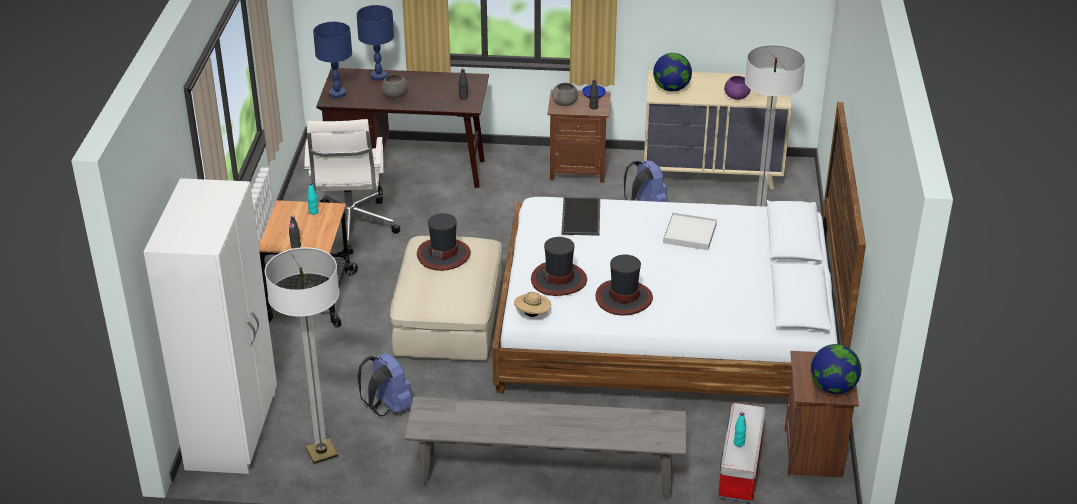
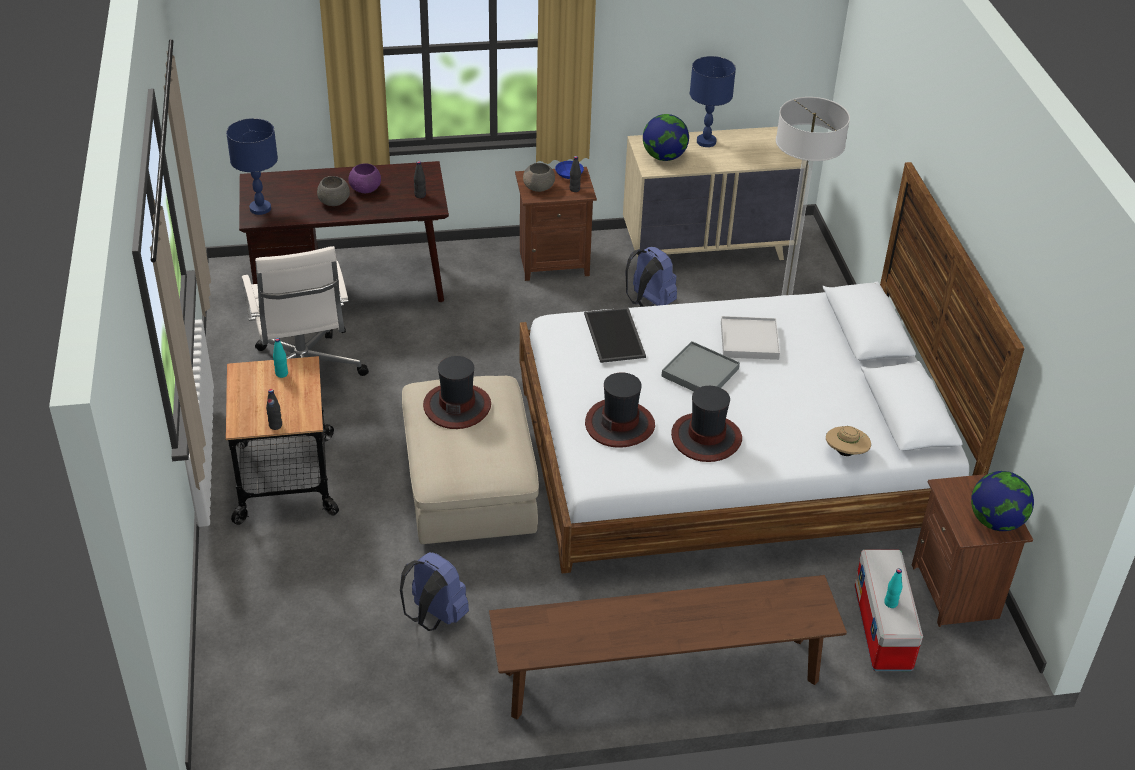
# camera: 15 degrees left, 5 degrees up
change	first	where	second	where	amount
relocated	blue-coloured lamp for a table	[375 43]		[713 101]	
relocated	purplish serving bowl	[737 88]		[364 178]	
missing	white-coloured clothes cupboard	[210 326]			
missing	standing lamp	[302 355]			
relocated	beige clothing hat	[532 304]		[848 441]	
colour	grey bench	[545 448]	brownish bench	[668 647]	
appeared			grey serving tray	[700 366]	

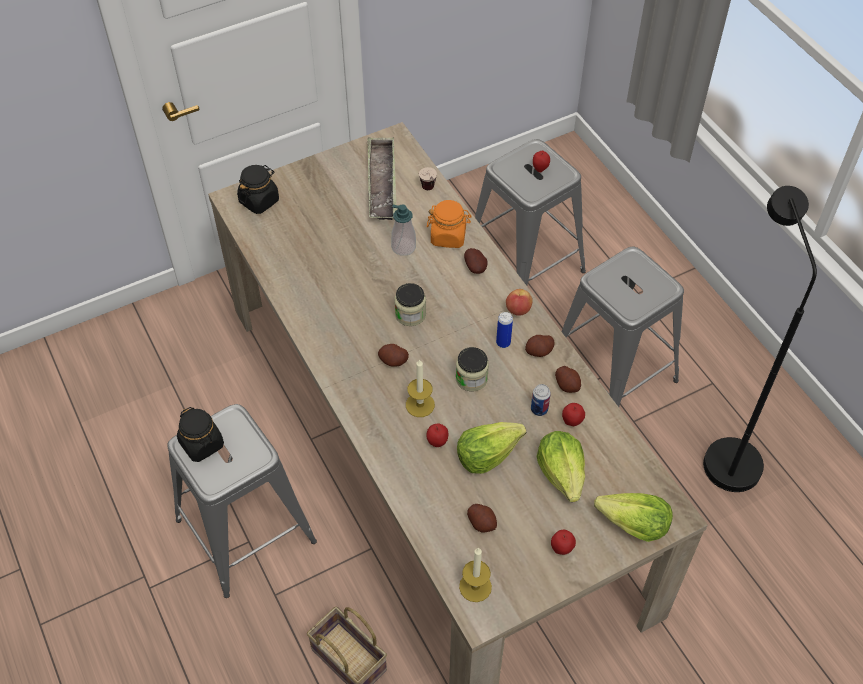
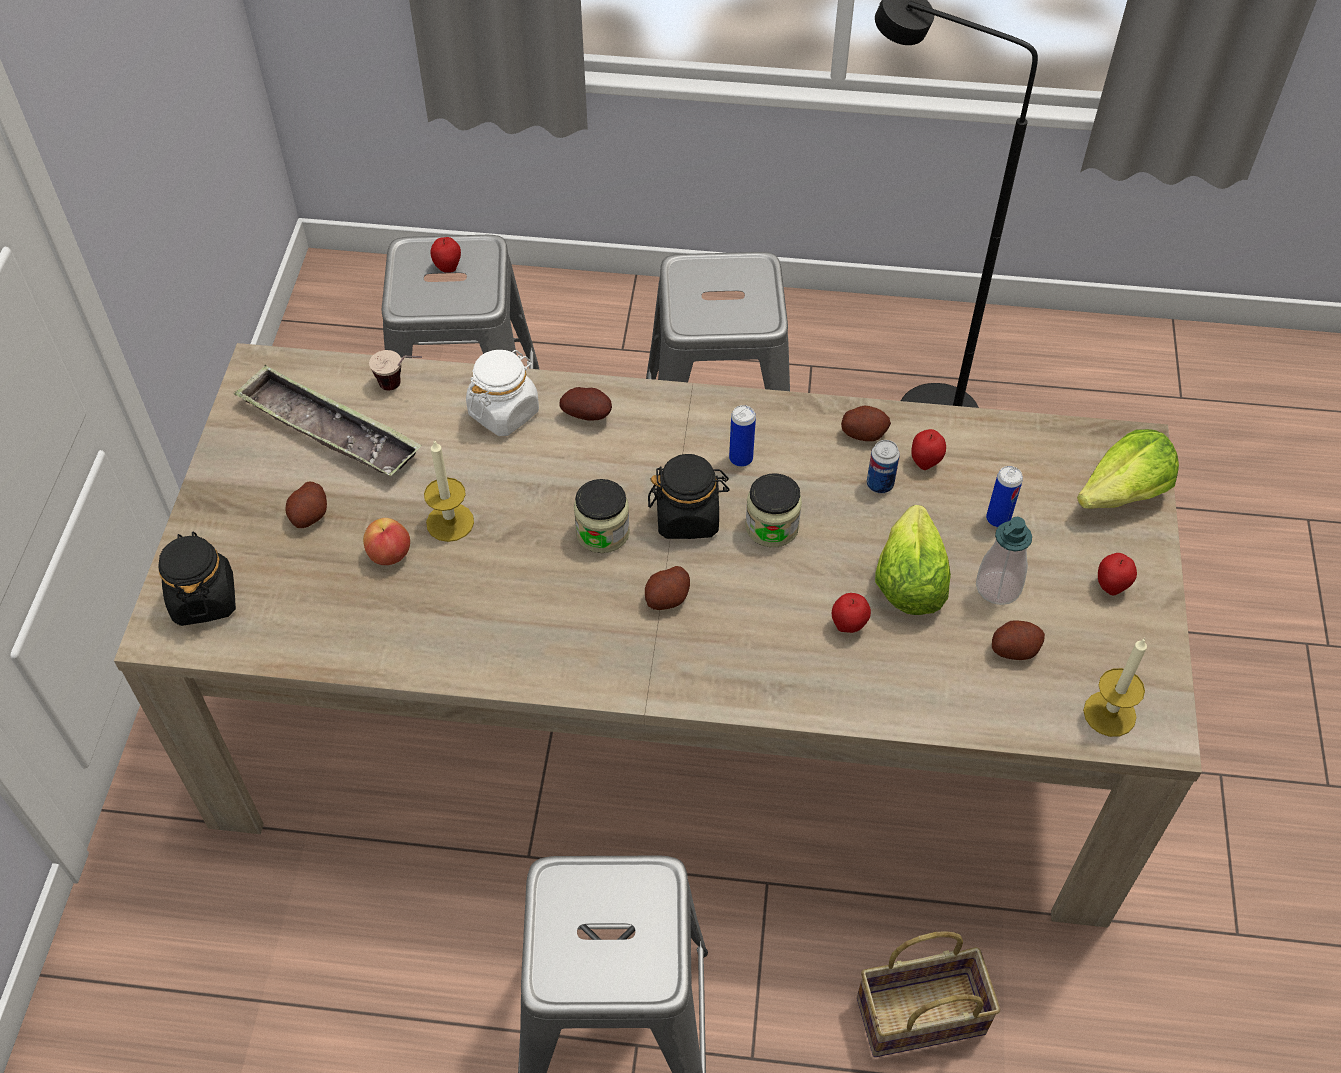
# camera: 55 degrees left, 0 degrees up
change	first	where	second	where	amount
colour	orangey preserve jar	[449 224]	white-coloured preserve jar	[502 393]	
relocated	liquid soap bottle	[403 230]		[1004 561]	
relocated	apple	[519 302]		[386 541]	
relocated	potato	[539 346]		[306 505]	
relocated	wax light	[420 388]		[449 490]	
relocated	black-coloured preserve jar	[200 434]		[689 496]	
exchanged	lettuce	[561 466]	can	[1004 496]	

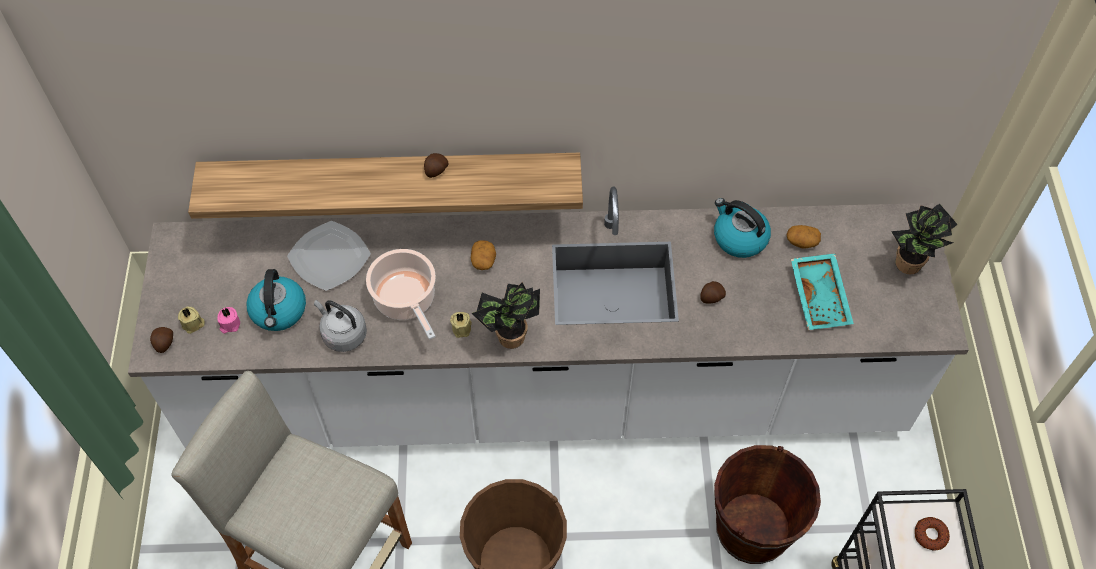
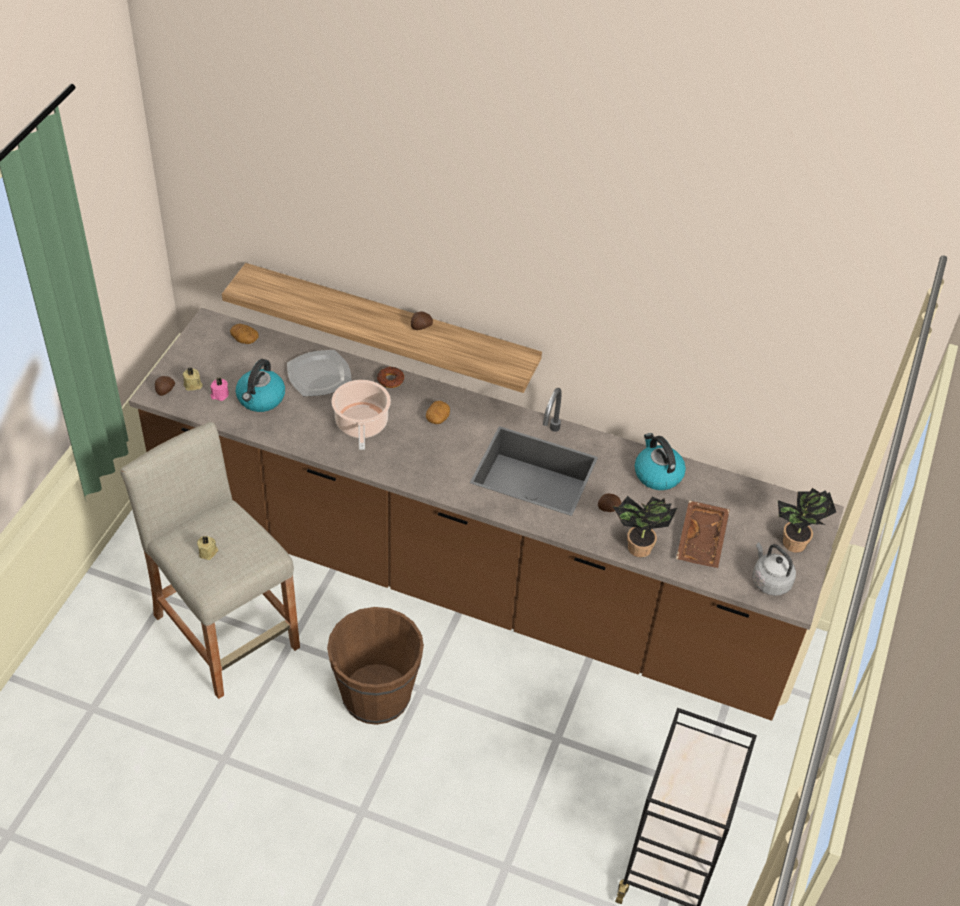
# camera: 20 degrees right, 10 degrees down
change	first	where	second	where	amount
colour	white-coloured kitchen base unit	[548 317]	brownish kitchen base unit	[486 514]	
relocated	potato	[804 237]		[244 334]	
colour	blue-green serving tray	[822 291]	brownish serving tray	[703 534]	
relocated	potted plant	[505 315]		[645 526]	
relocated	grey kettle	[340 326]		[774 569]	
relocated	beige wax light	[461 325]		[207 548]	
missing	brownish water bucket	[767 504]			
relocated	donut	[932 534]		[390 377]	

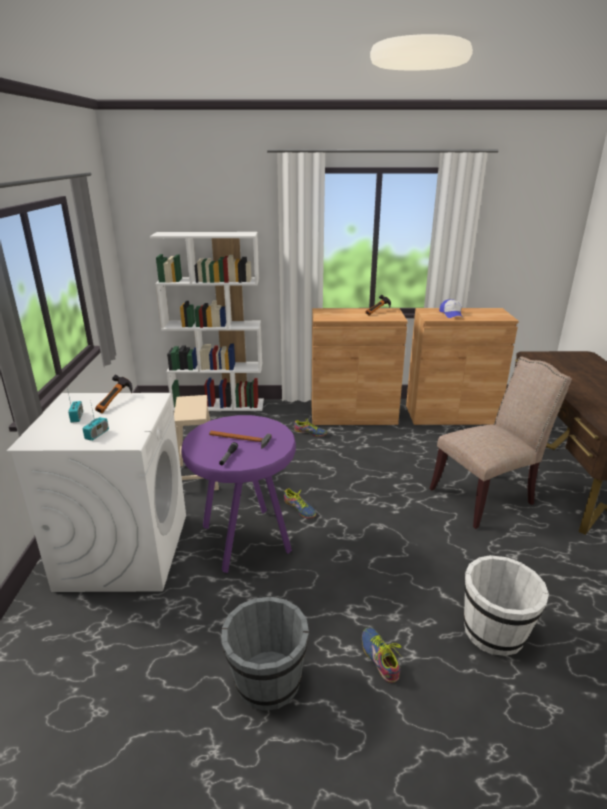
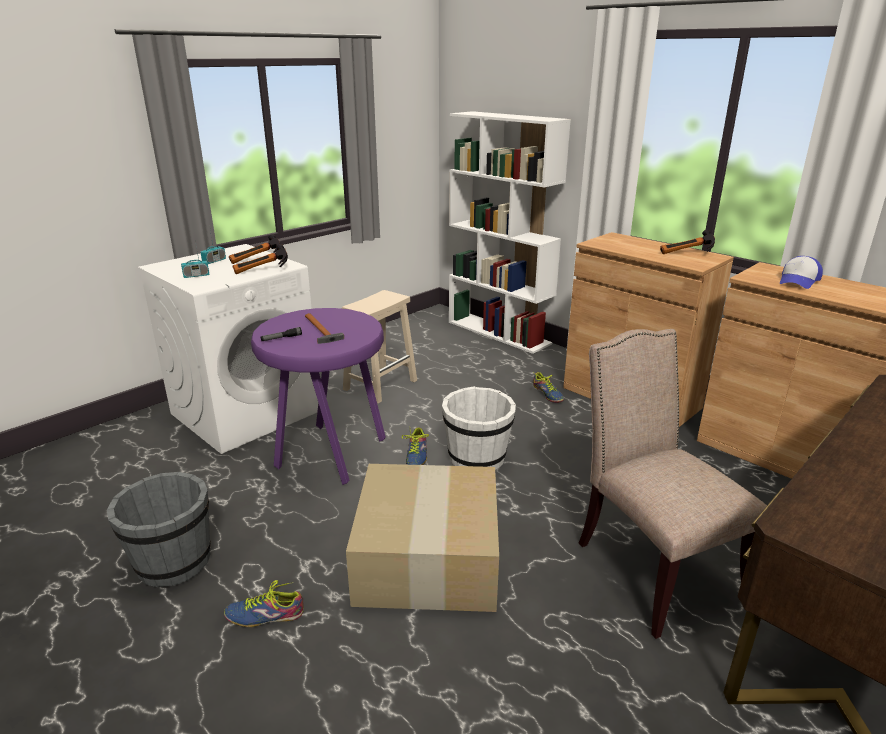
# camera: 45 degrees right, 0 degrees up
change	first	where	second	where	amount
spun	beige plain chair	[501 442]		[673 484]	135 degrees counterclockwise
relocated	white-coloured water bucket	[506 605]		[479 428]	
spun	low shoe	[382 655]		[264 603]	120 degrees counterclockwise
appeared			tool hammer	[260 259]	
appeared			packing box	[422 538]	

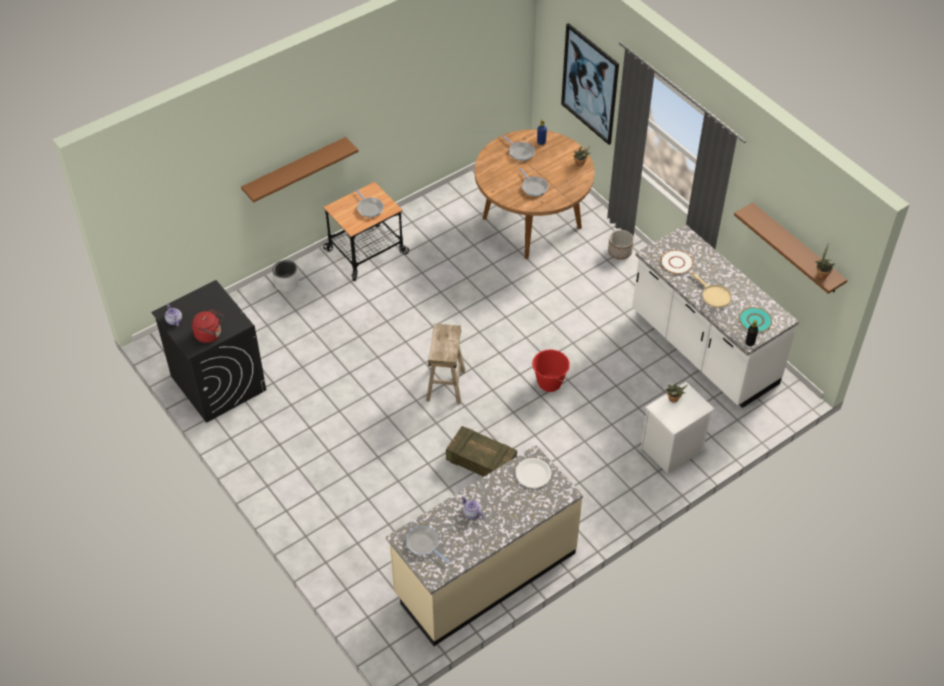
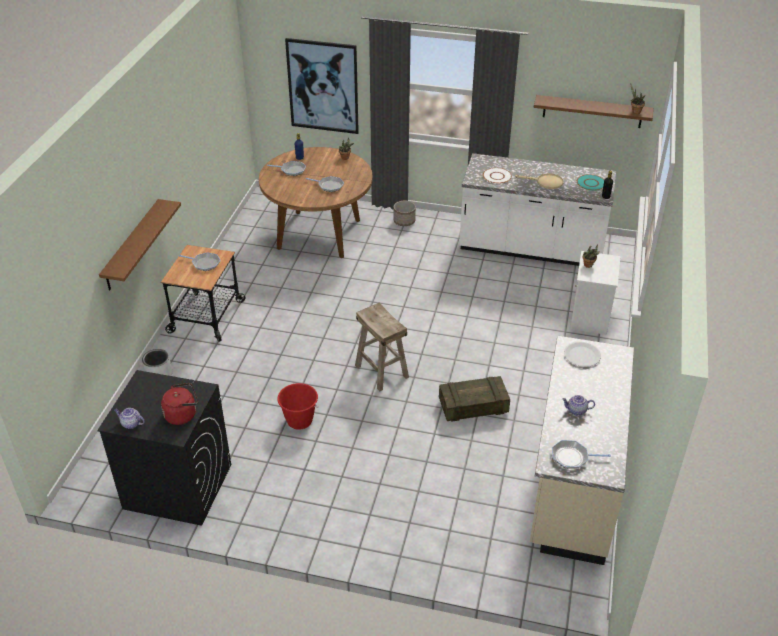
# camera: 40 degrees left, 10 degrees down
change	first	where	second	where	amount
relocated	red-coloured water bucket	[551 370]		[297 406]	

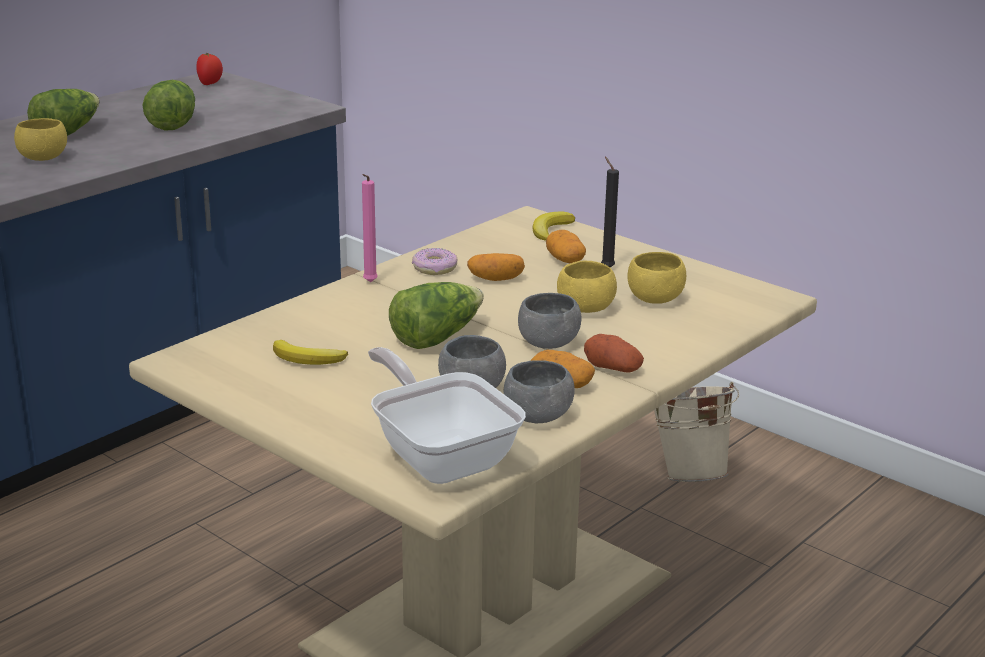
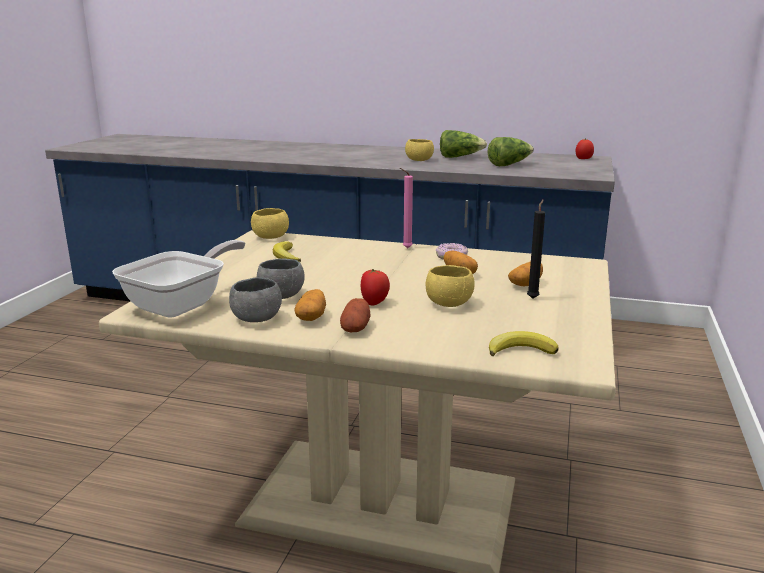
# camera: 65 degrees right, 5 degrees down
change	first	where	second	where	amount
relocated	whole banana	[553 226]		[523 343]	
relocated	yellow serving bowl	[656 278]		[270 223]	
missing	lettuce	[436 315]			
exchanged	grey serving bowl	[549 321]	fresh tomato	[375 287]	
missing	beige water bucket	[696 432]			

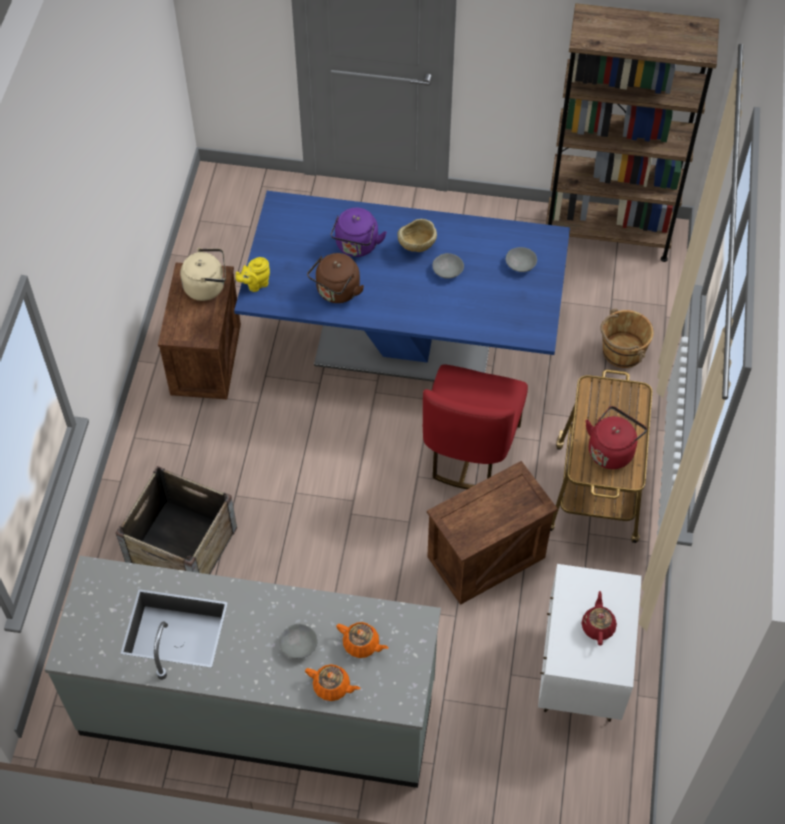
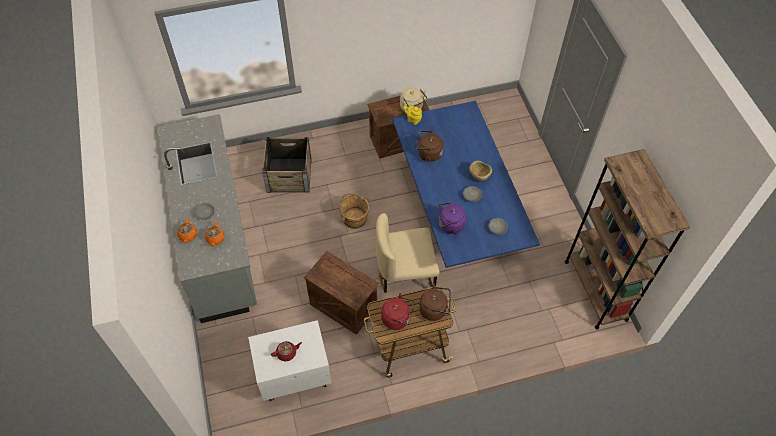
# camera: 65 degrees right, 0 degrees up
change	first	where	second	where	amount
relocated	purplish kettle	[358 232]		[451 218]	
relocated	brownish water bucket	[627 338]		[354 211]	
colour	red-coloured plain chair	[475 426]	beige plain chair	[407 253]	
appeared			brownish kettle	[435 302]	

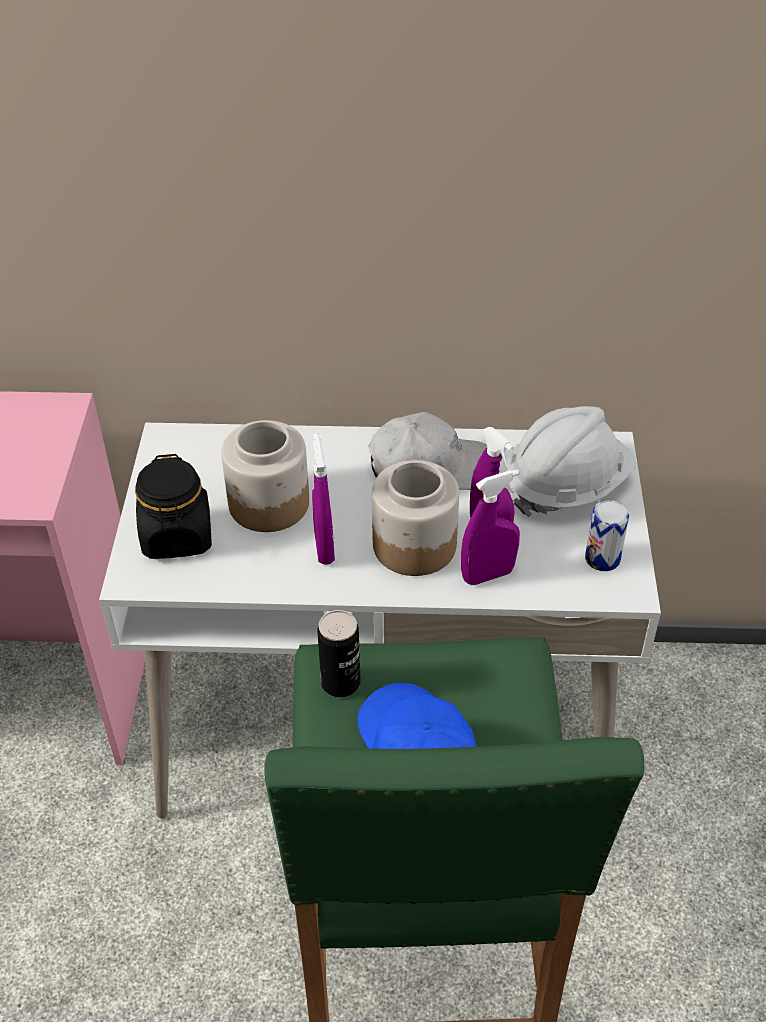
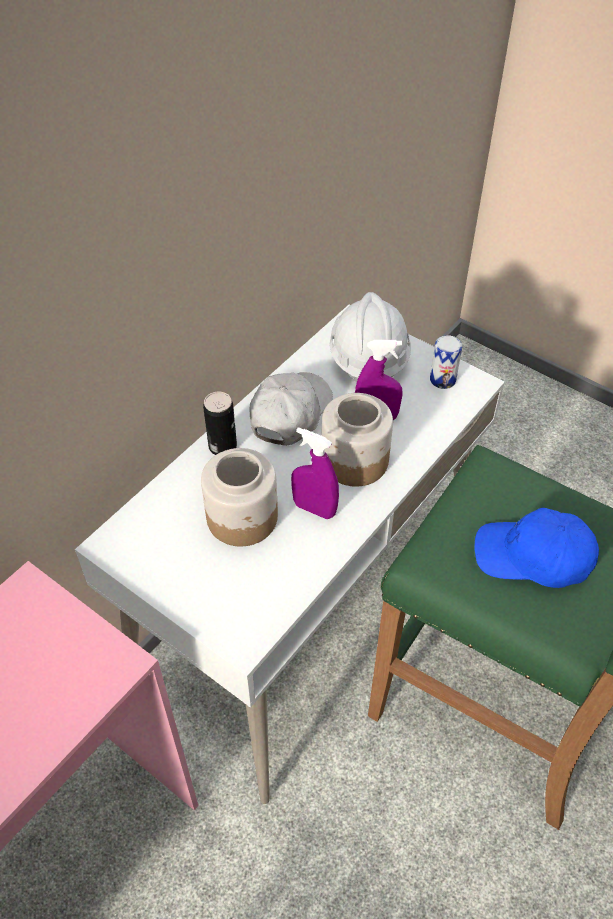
# camera: 55 degrees left, 5 degrees up
change	first	where	second	where	amount
missing	black-coloured preserve jar	[173 506]			
missing	purplish sprayer	[490 527]			
relocated	can	[339 653]		[220 423]	

